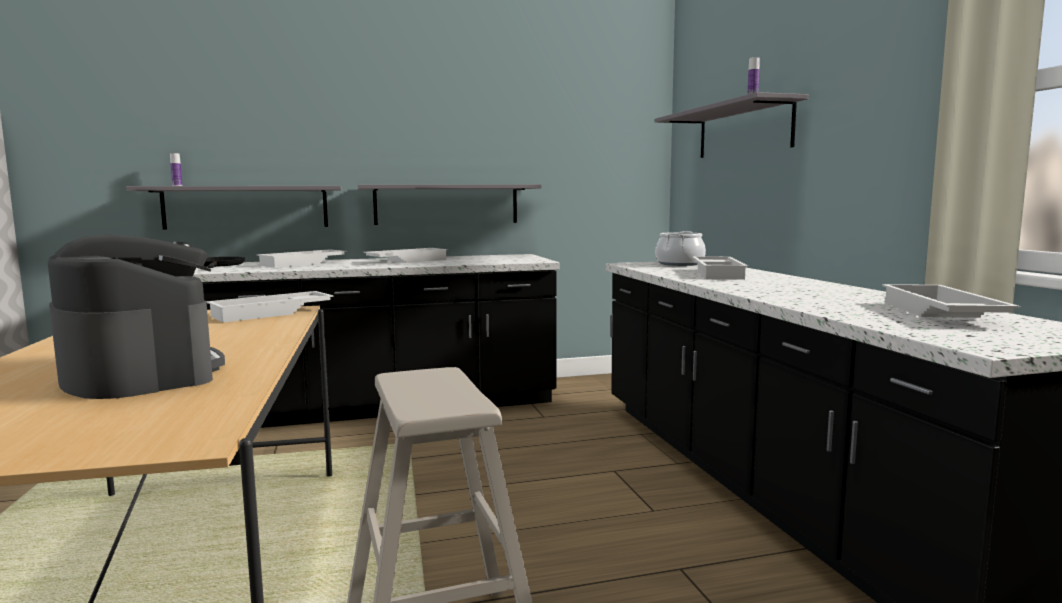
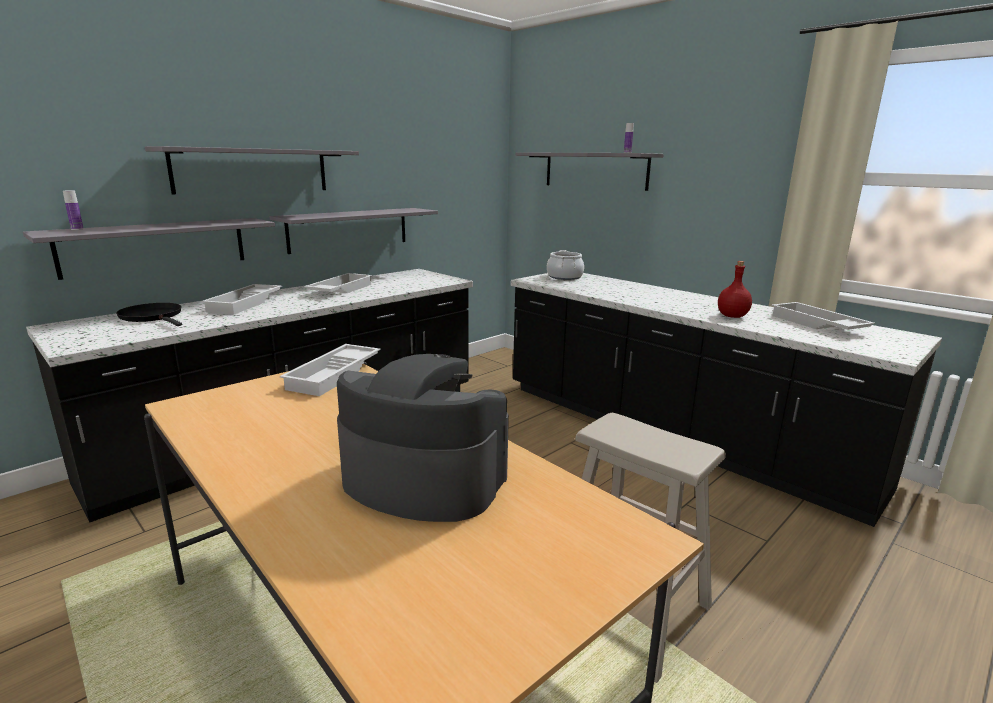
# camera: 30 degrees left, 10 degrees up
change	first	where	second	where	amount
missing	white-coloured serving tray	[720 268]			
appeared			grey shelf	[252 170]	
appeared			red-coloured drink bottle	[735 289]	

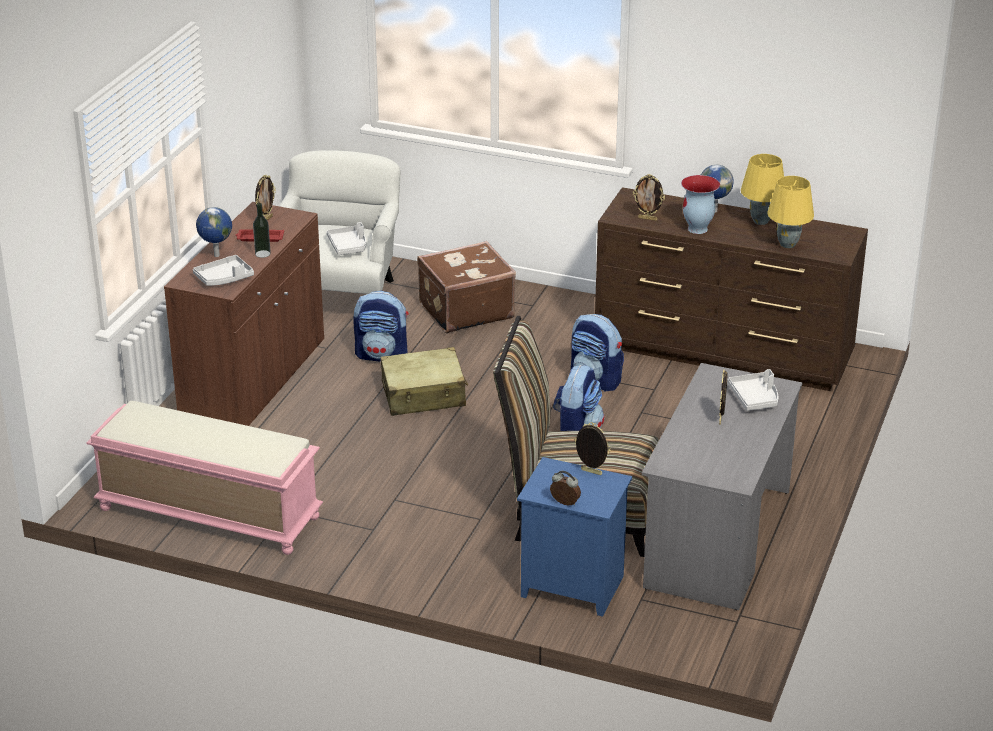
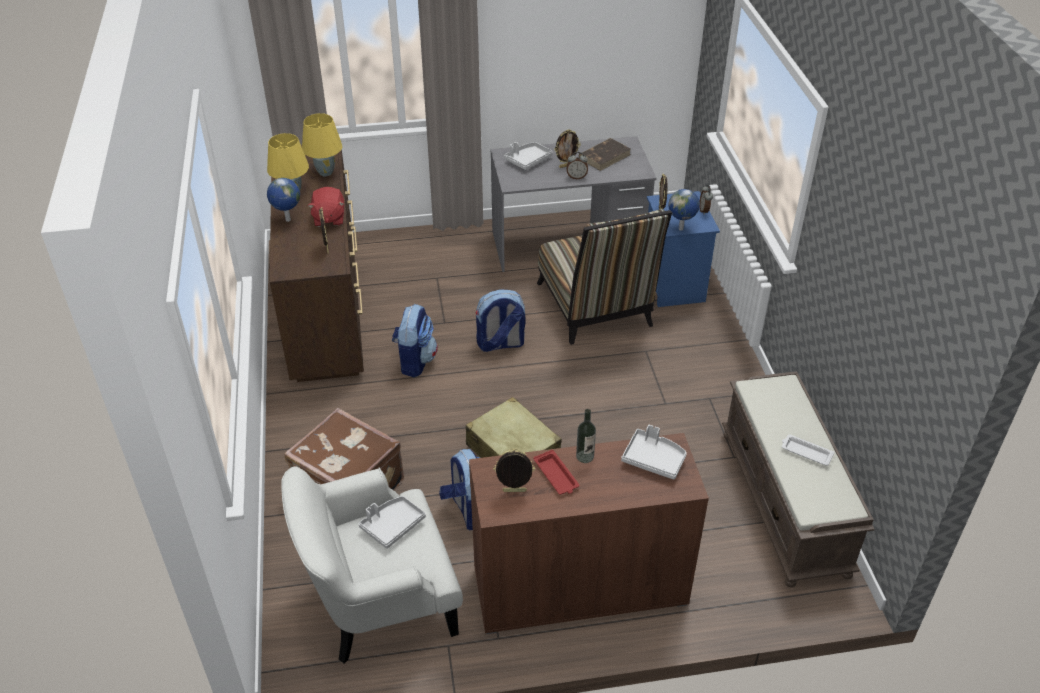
# camera: 120 degrees left, 10 degrees up
change	first	where	second	where	amount
exchanged	vase	[700 204]	red-coloured plush toy	[326 207]	
relocated	desk globe	[214 232]		[684 210]	
colour	pink bench	[205 478]	brownish bench	[798 479]	
appeared			brownish bound book	[605 154]	
appeared			bedside clock	[577 165]	
appeared			white-coloured serving tray	[808 450]	

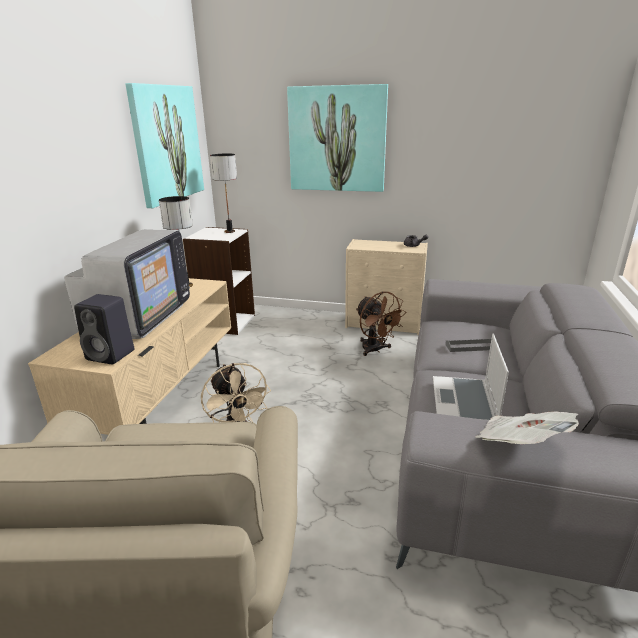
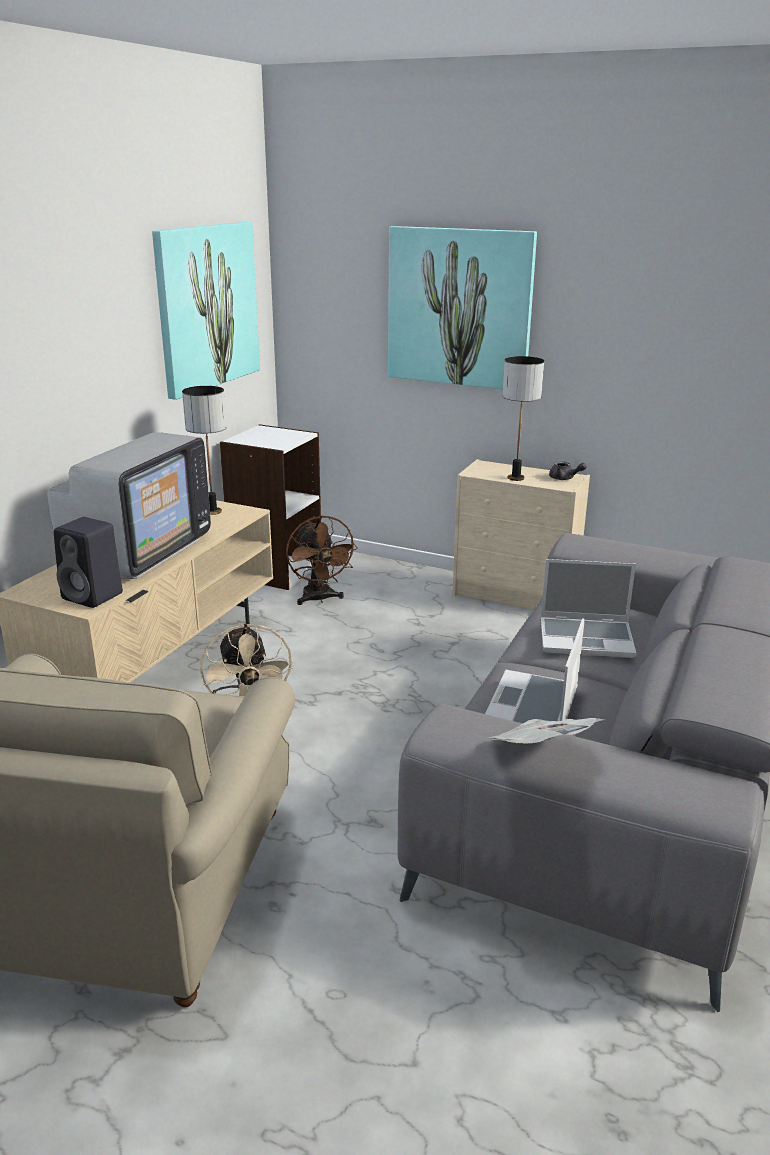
# camera: 10 degrees right, 0 degrees up
change	first	where	second	where	amount
relocated	lamp for a table	[223 193]		[523 418]	
relocated	brownish cooling fan	[381 323]		[322 560]	
exchanged	grey serving tray	[472 345]	portable computer	[588 608]	

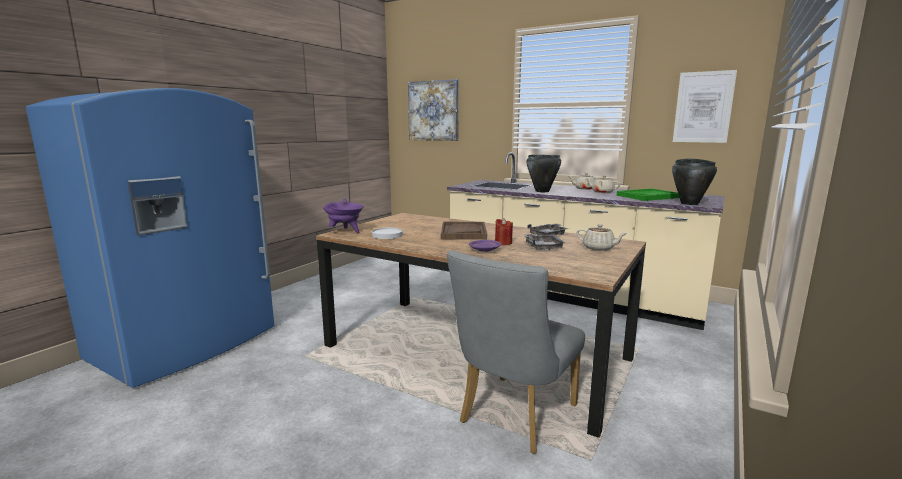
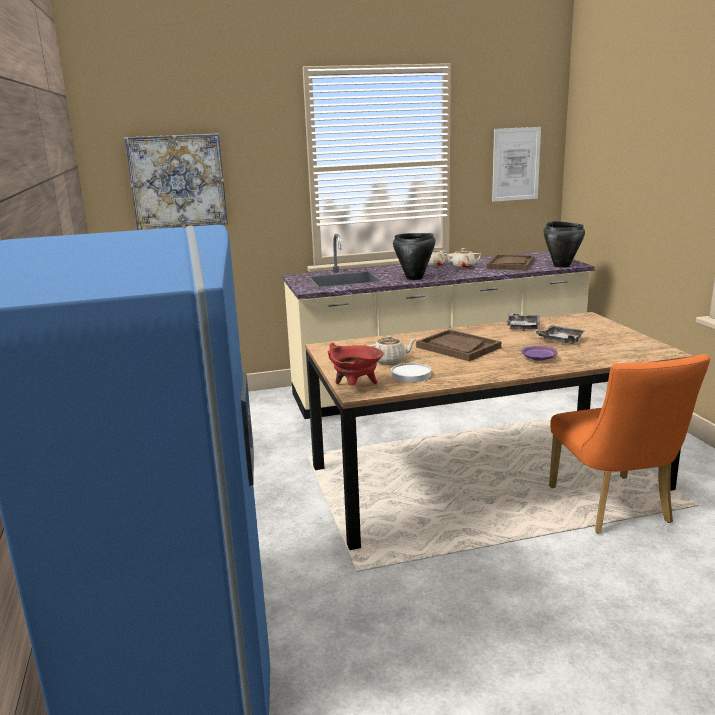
# camera: 45 degrees left, 5 degrees up
change	first	where	second	where	amount
colour	green-coloured serving tray	[648 194]	brownish serving tray	[510 262]	
colour	purplish cooking pot	[343 216]	red-coloured cooking pot	[356 364]	
missing	red-coloured wax light	[504 231]			
relocated	beige pot for tea	[601 237]		[392 350]	
colour	grey plain chair	[516 352]	orangey plain chair	[629 444]	

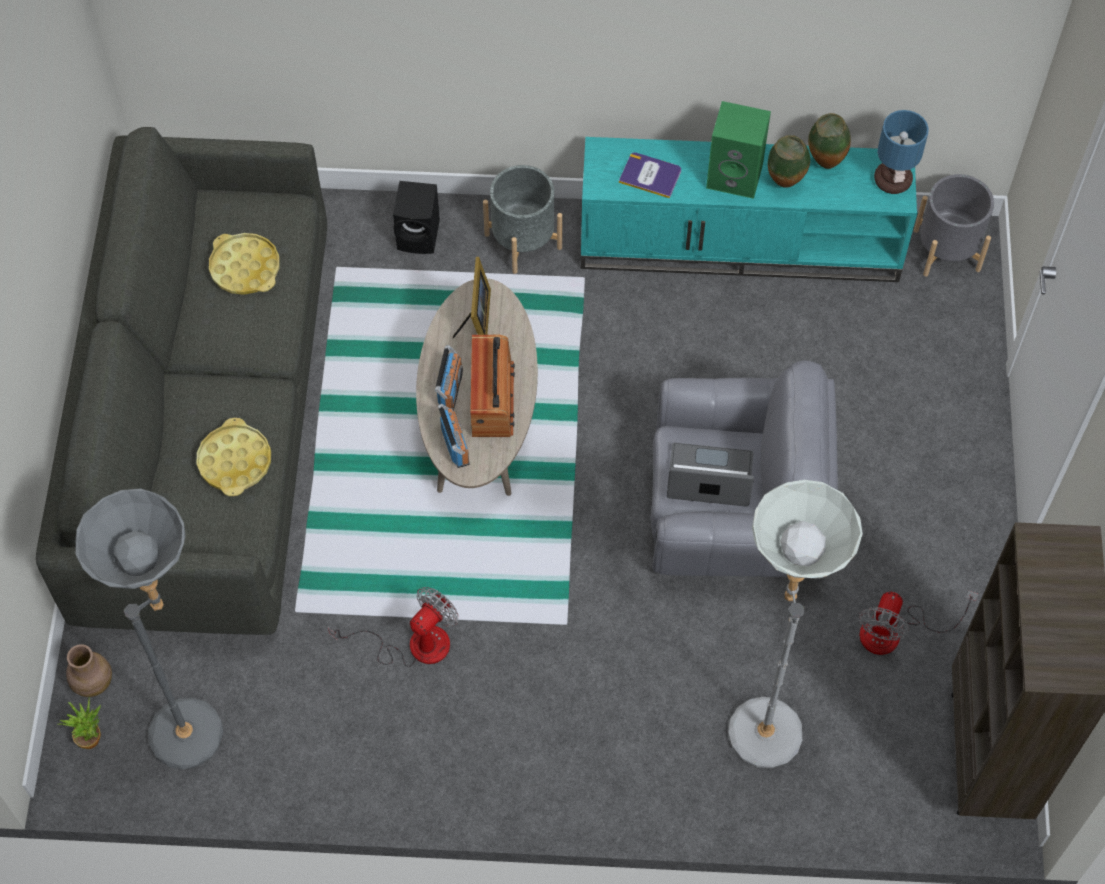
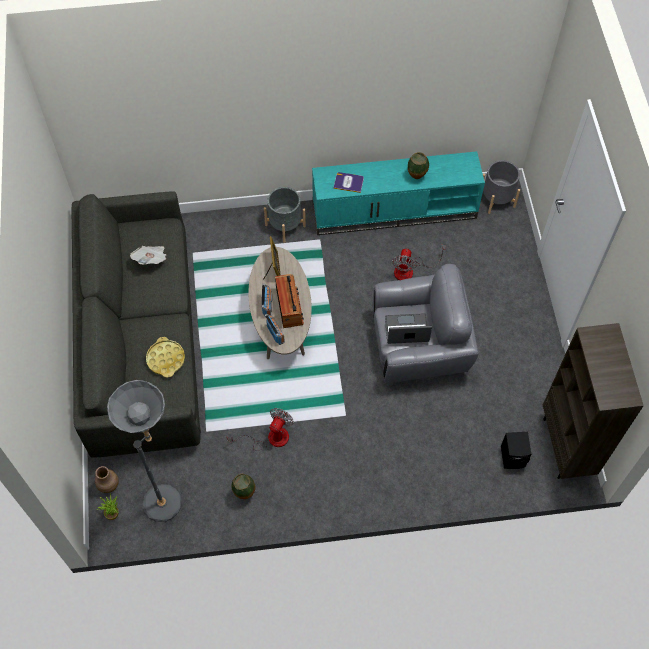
# camera: 10 degrees left, 0 degrees up
change	first	where	second	where	amount
missing	green-coloured speaker	[738 150]			
missing	lamp for a table	[901 152]			
relocated	vase	[829 141]		[243 486]	
relocated	black-coloured speaker	[416 217]		[516 450]	
exchanged	yellow serving tray	[244 264]	printed paper	[148 255]	
missing	grey standing lamp	[795 624]			
relocated	cooling fan	[918 622]		[419 262]	

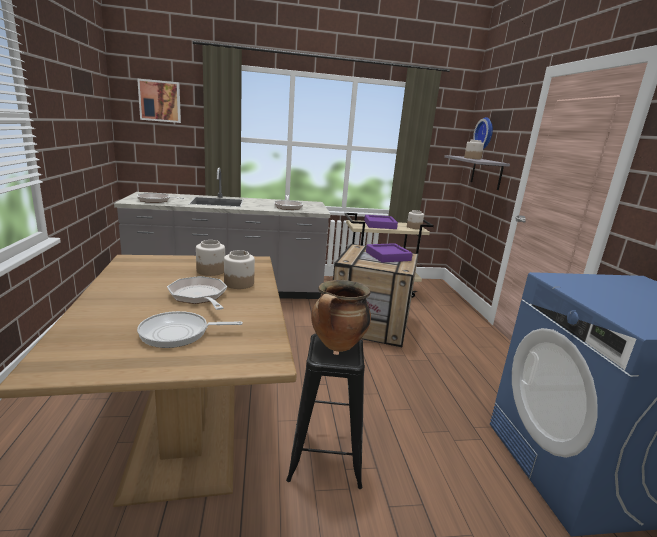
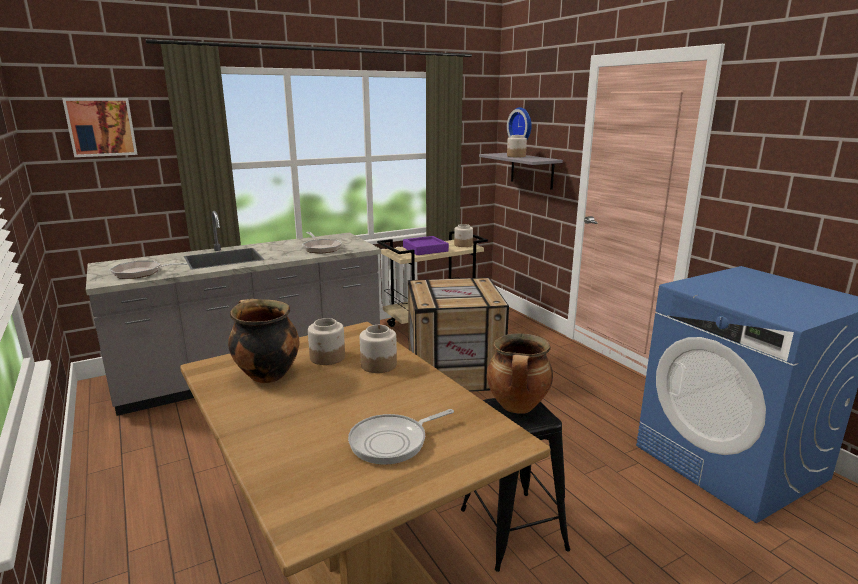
# camera: 20 degrees left, 0 degrees up
change	first	where	second	where	amount
missing	purplish serving tray	[389 253]			
missing	frying pan	[197 293]			
appeared			cooking pot	[264 341]	

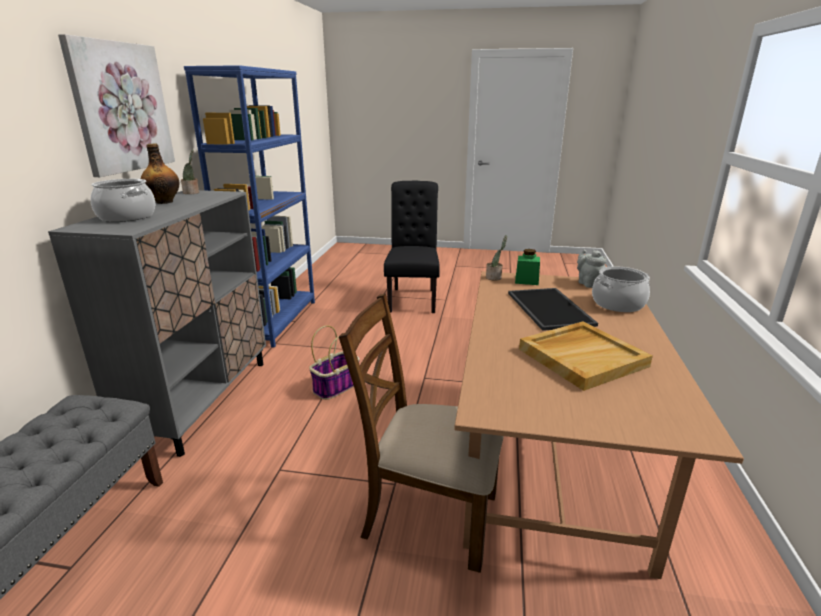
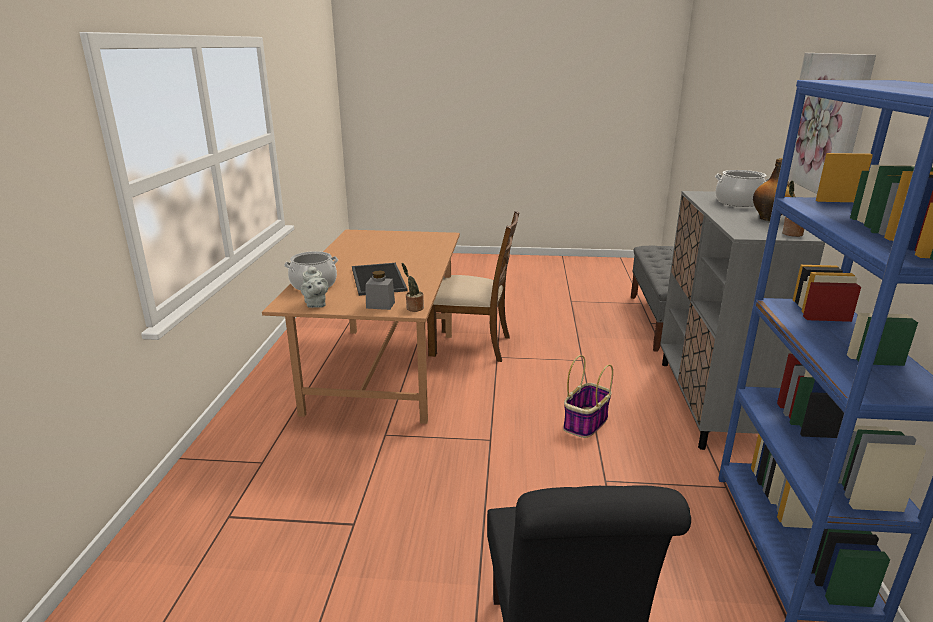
# camera: 175 degrees right, 0 degrees up
change	first	where	second	where	amount
colour	green-coloured preserve jar	[527 267]	grey preserve jar	[380 290]	
missing	beige serving tray	[586 356]			

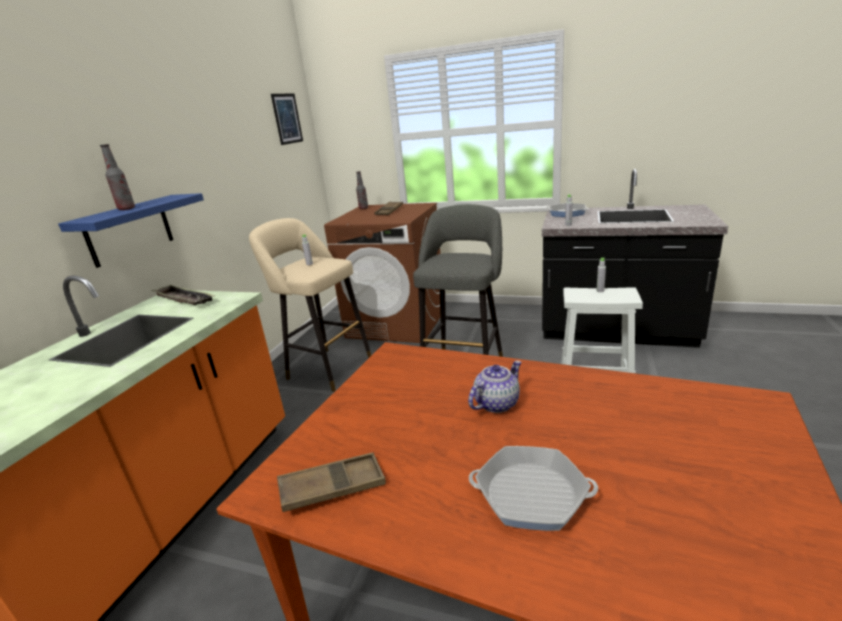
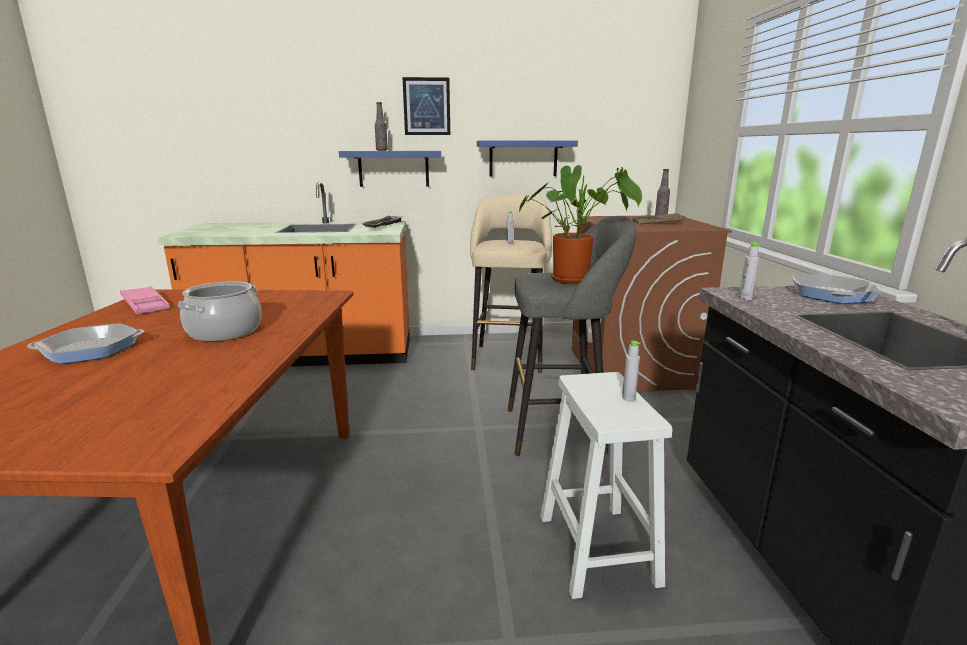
# camera: 65 degrees right, 5 degrees down
change	first	where	second	where	amount
relocated	wall art	[287 119]		[426 106]	
exchanged	pot for tea	[494 387]	cooking pot	[219 311]	
spun	frying pan	[533 488]		[85 343]	105 degrees counterclockwise
colour	brownish serving tray	[331 482]	pink serving tray	[145 300]	
appeared			blue-coloured shelf	[527 159]	
appeared			potted plant	[580 224]	

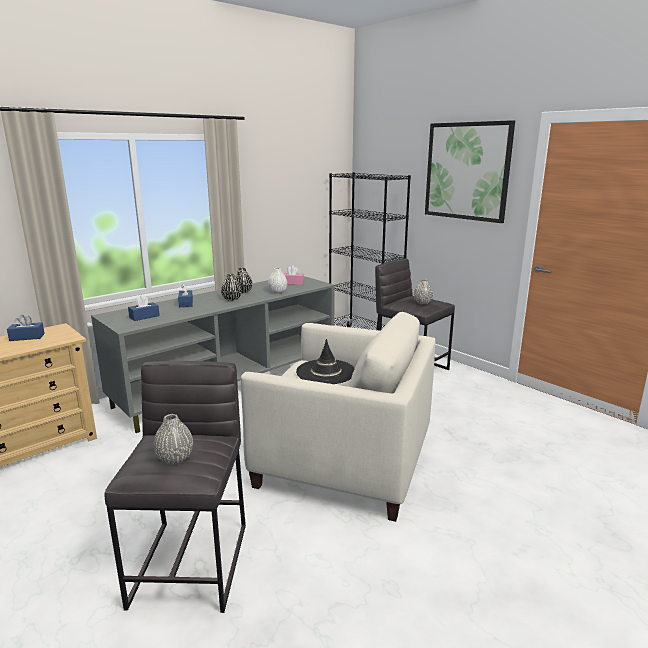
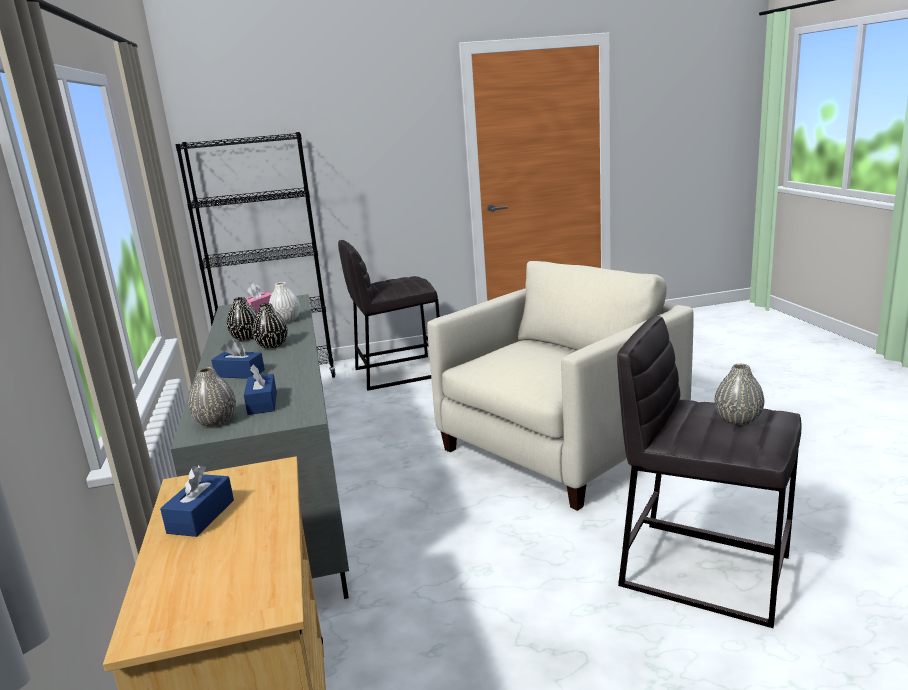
# camera: 60 degrees left, 0 degrees up
change	first	where	second	where	amount
missing	wall art	[470 171]			
relocated	grey vase	[423 291]		[212 397]	
missing	black-coloured clothing hat	[325 361]			

